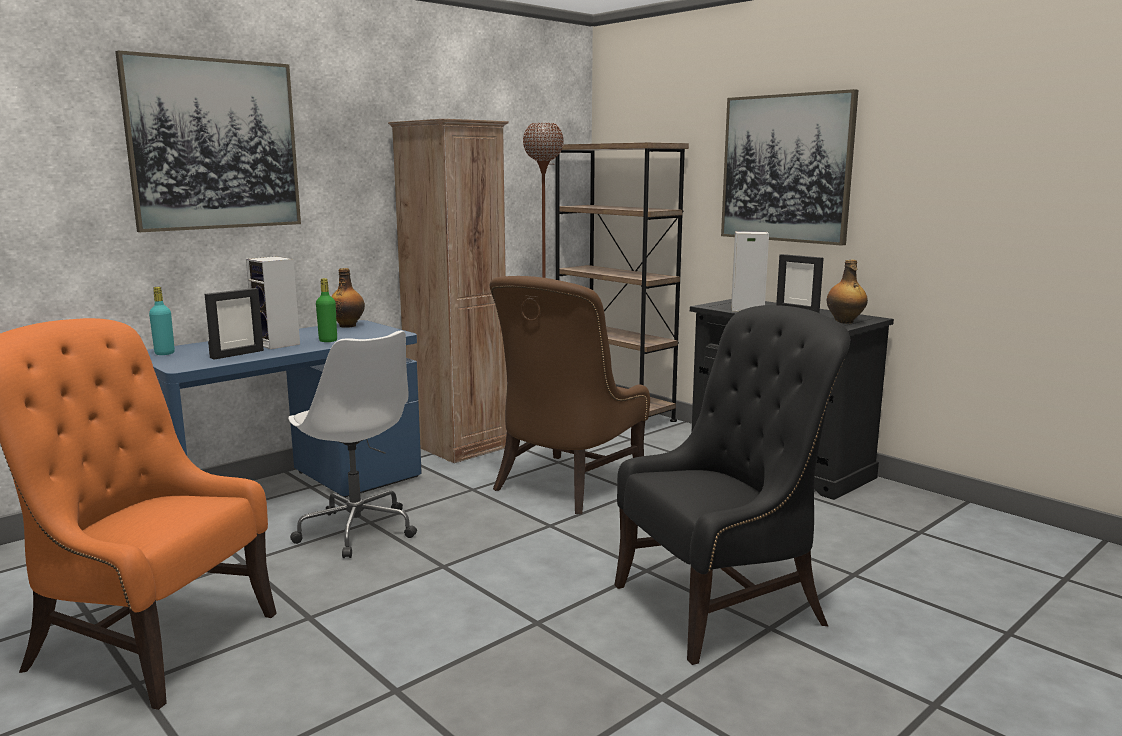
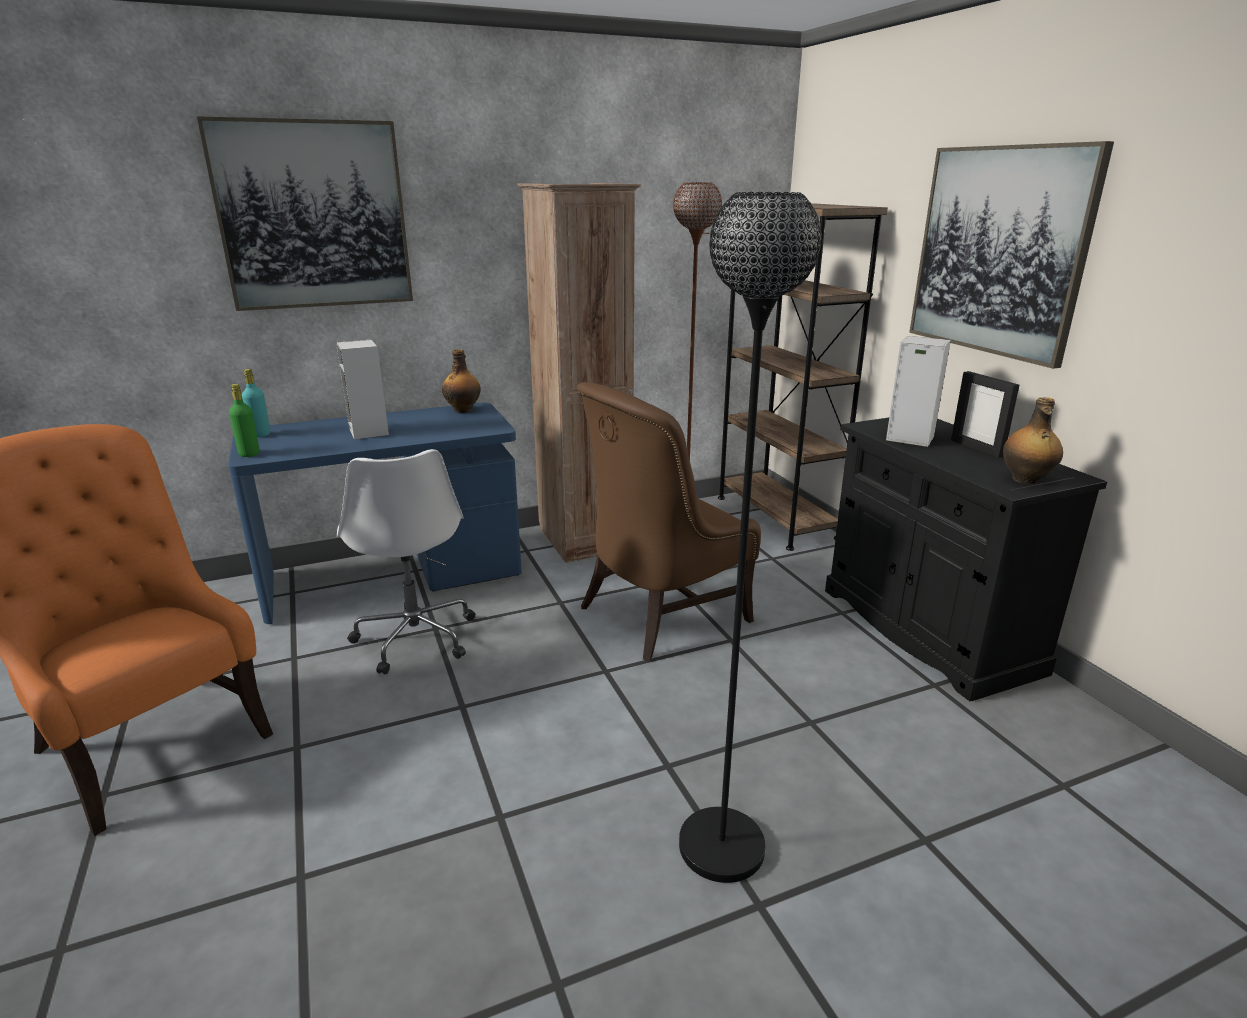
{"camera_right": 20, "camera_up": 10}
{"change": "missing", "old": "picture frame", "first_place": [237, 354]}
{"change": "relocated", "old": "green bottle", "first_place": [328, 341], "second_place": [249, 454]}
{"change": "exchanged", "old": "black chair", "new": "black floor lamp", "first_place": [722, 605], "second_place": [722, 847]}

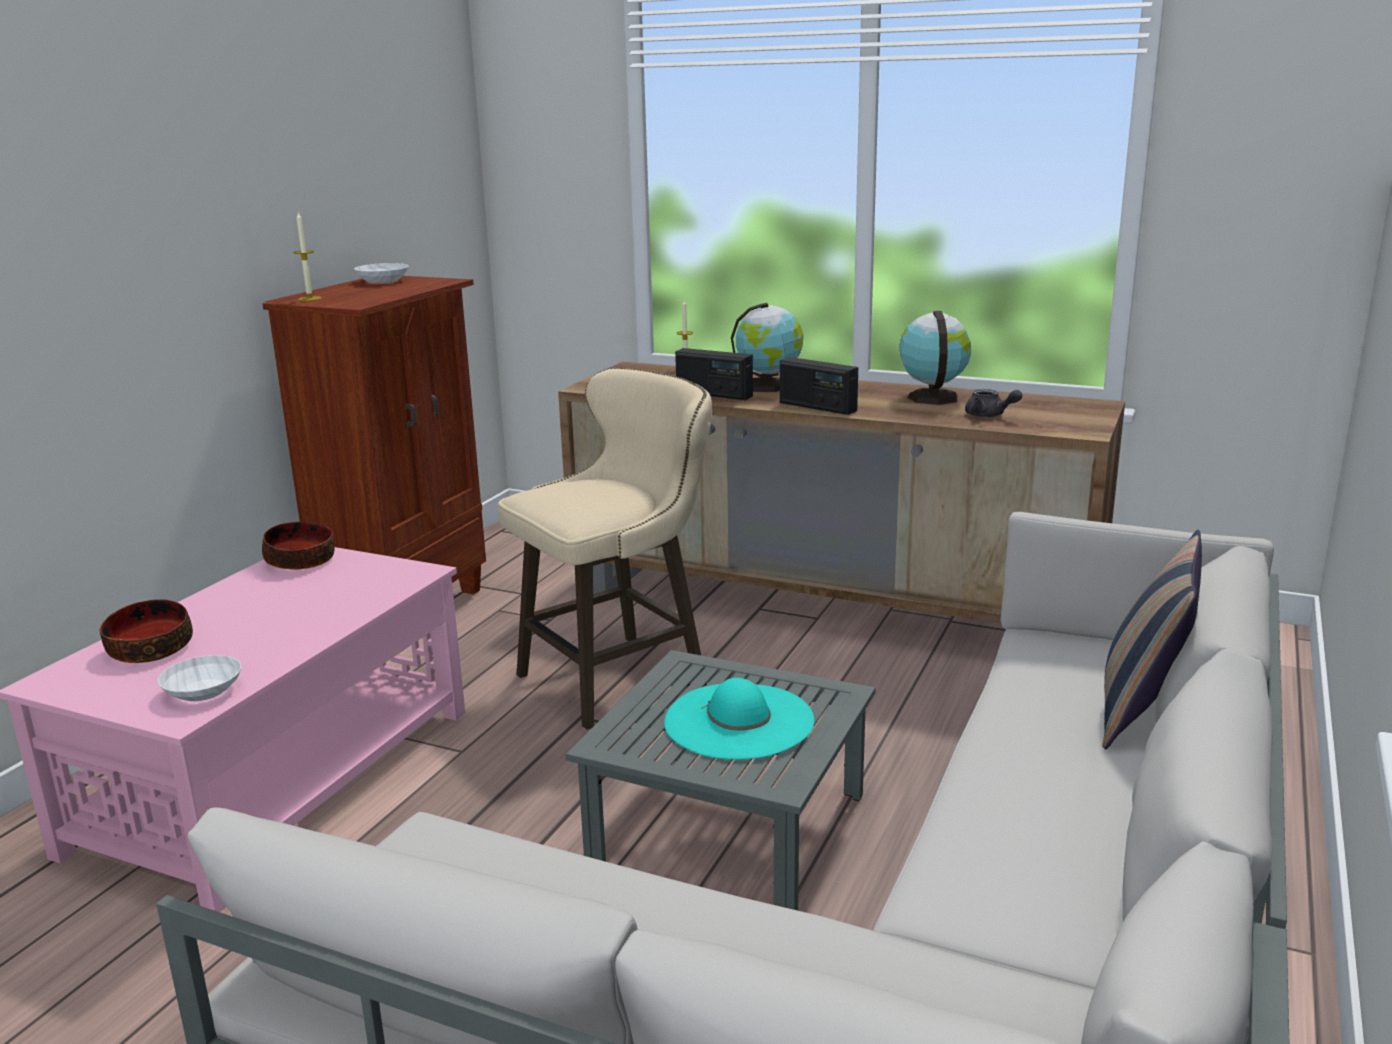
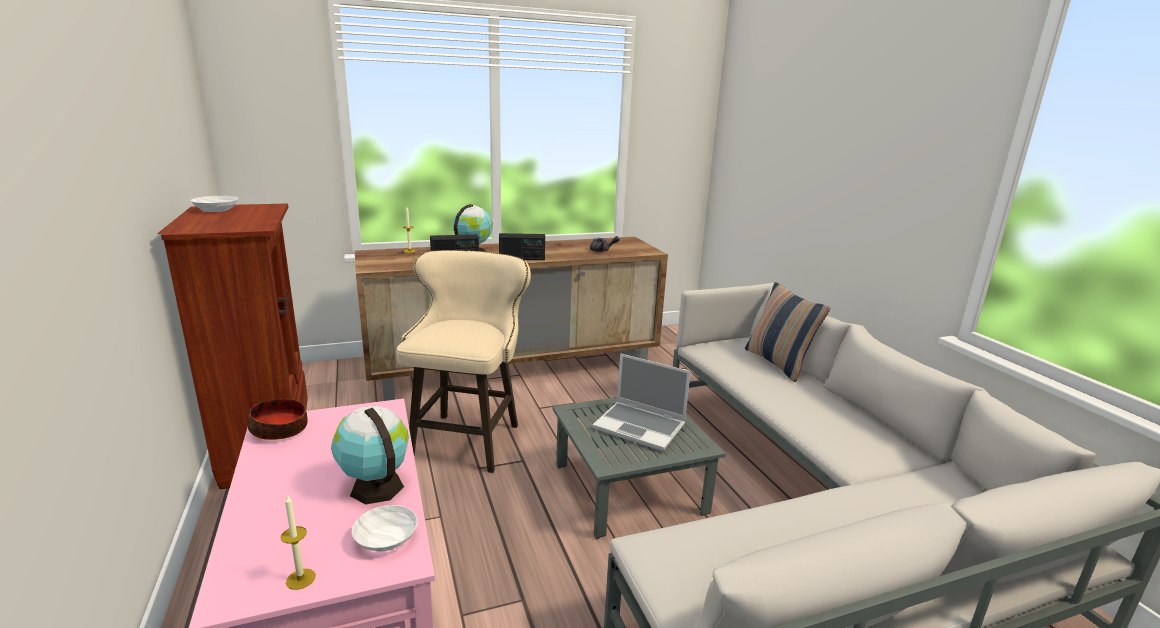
{"camera_right": -45, "camera_up": 0}
{"change": "missing", "old": "bowl", "first_place": [149, 648]}
{"change": "relocated", "old": "candle", "first_place": [309, 298], "second_place": [300, 579]}
{"change": "exchanged", "old": "turquoise hat", "new": "laptop", "first_place": [739, 721], "second_place": [641, 427]}
{"change": "relocated", "old": "globe", "first_place": [932, 397], "second_place": [375, 486]}

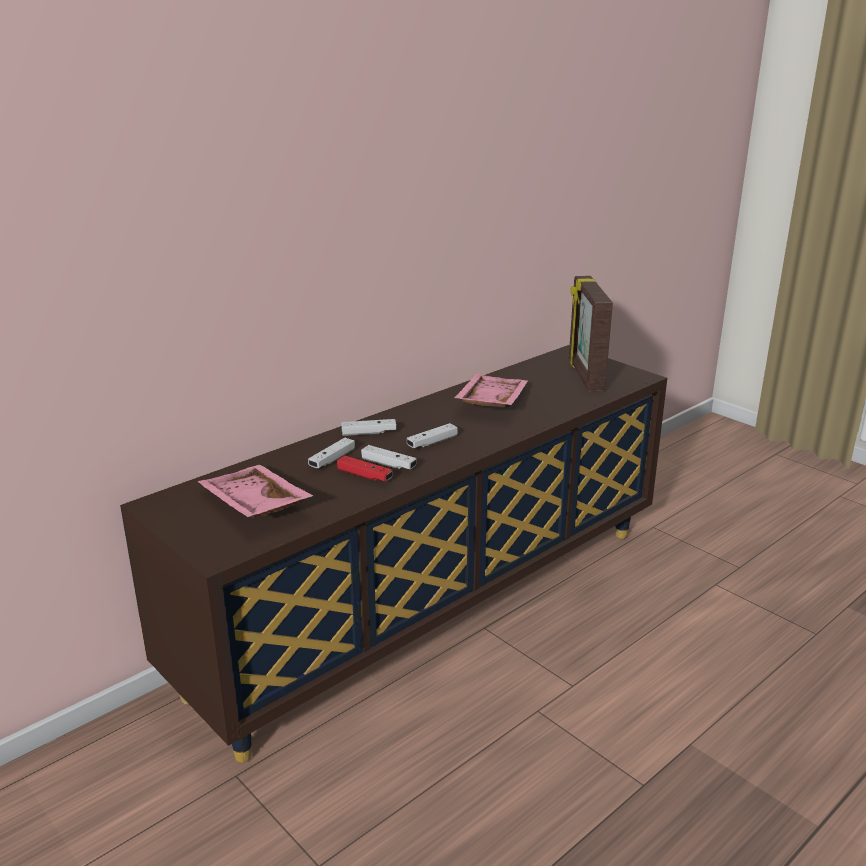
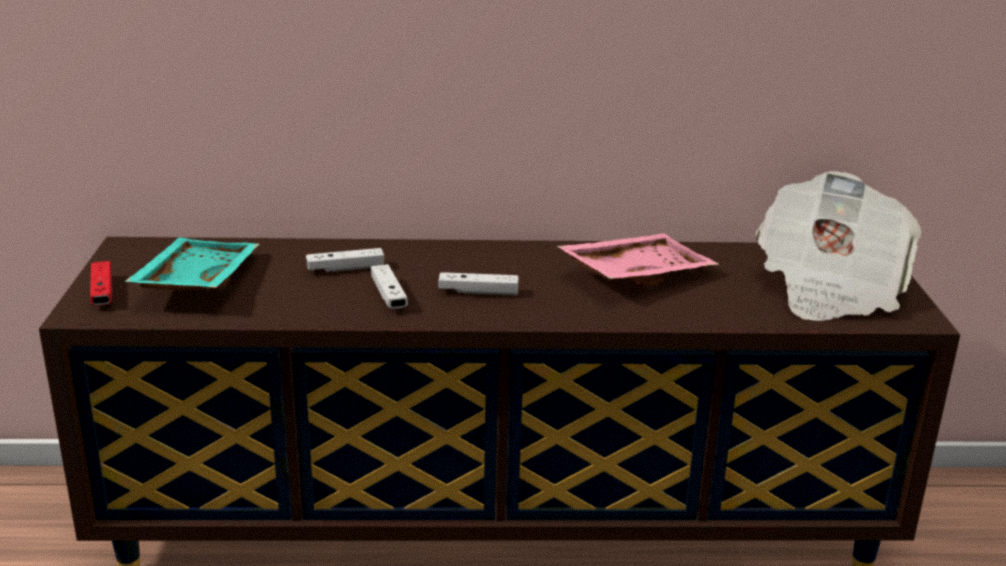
{"camera_right": 40, "camera_up": 0}
{"change": "colour", "old": "pink tray", "new": "turquoise tray", "first_place": [253, 505], "second_place": [195, 282]}
{"change": "relocated", "old": "red game controller", "first_place": [364, 476], "second_place": [102, 293]}
{"change": "missing", "old": "white game controller", "first_place": [369, 433]}
{"change": "exchanged", "old": "picture frame", "new": "newspaper", "first_place": [584, 375], "second_place": [829, 287]}

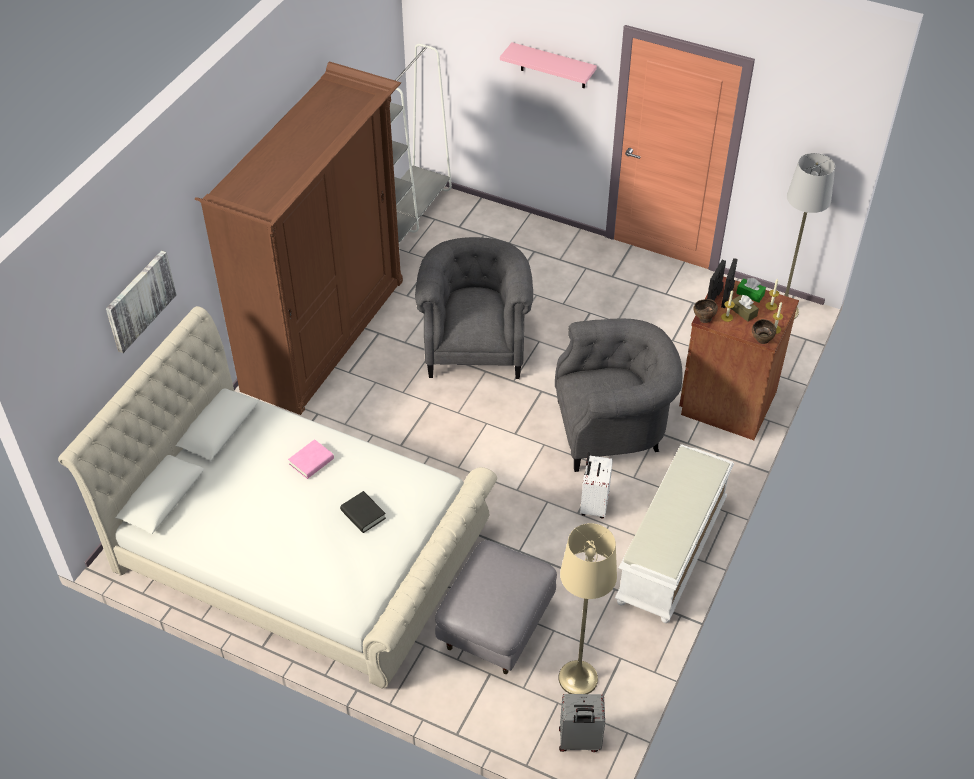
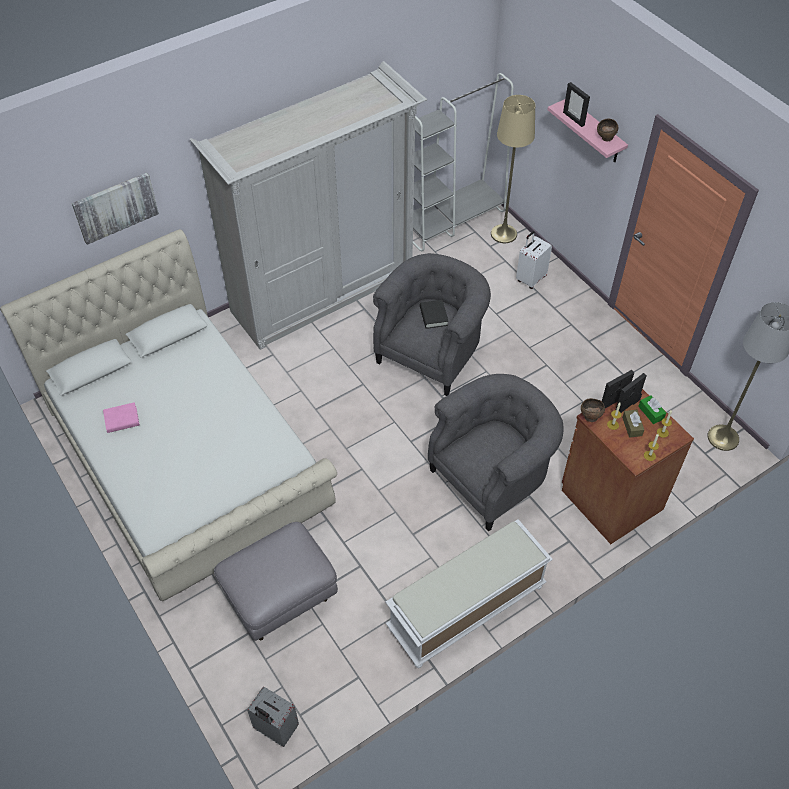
{"camera_right": 30, "camera_up": 5}
{"change": "colour", "old": "brown wardrobe", "new": "white wardrobe", "first_place": [327, 334], "second_place": [325, 293]}
{"change": "relocated", "old": "pink book", "first_place": [311, 462], "second_place": [122, 420]}
{"change": "relocated", "old": "black book", "first_place": [363, 514], "second_place": [433, 316]}
{"change": "spun", "old": "grey armchair", "first_place": [612, 430], "second_place": [493, 476], "degrees": -60}
{"change": "relocated", "old": "beige floor lamp", "first_place": [578, 678], "second_place": [503, 234]}
{"change": "relocated", "old": "white suitcase", "first_place": [593, 505], "second_place": [530, 279]}
{"change": "relocated", "old": "brown bowl", "first_place": [762, 341], "second_place": [605, 139]}
{"change": "appeared", "new": "picture frame", "second_place": [574, 118]}

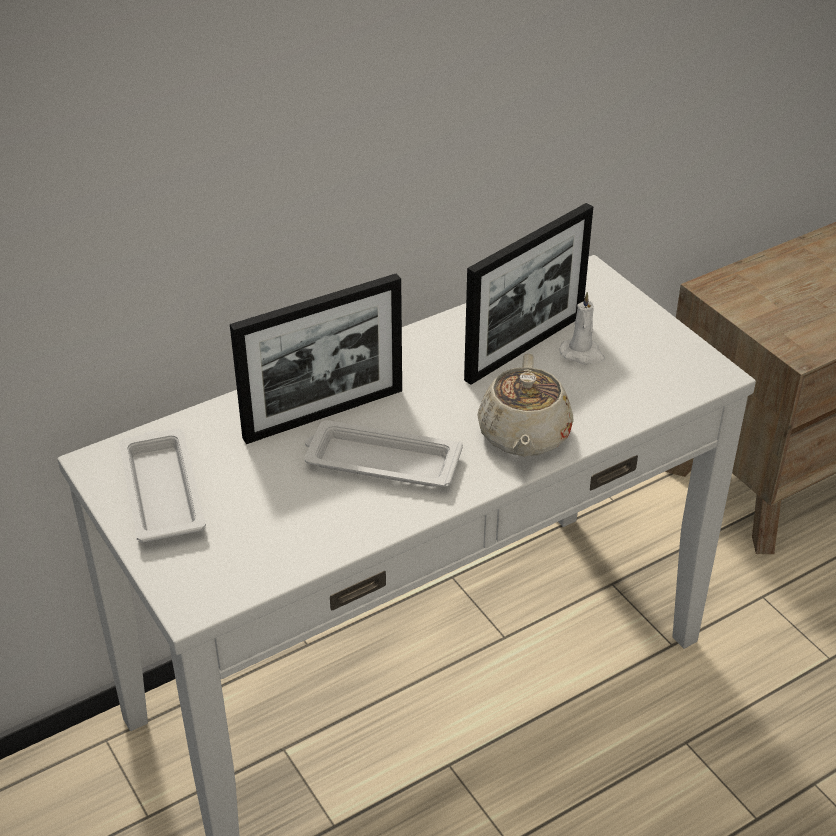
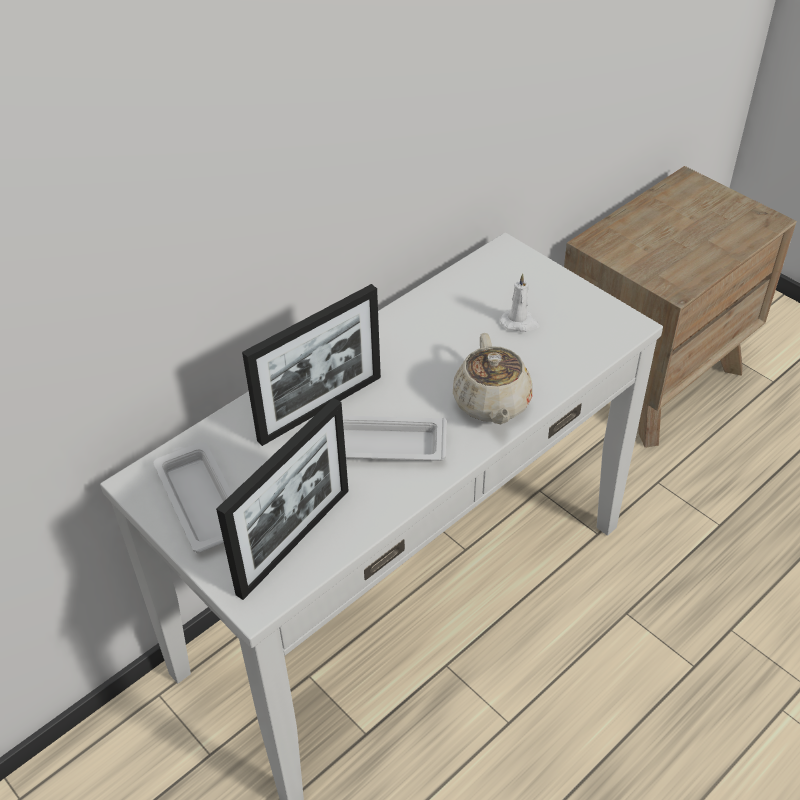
{"camera_right": -10, "camera_up": 5}
{"change": "relocated", "old": "picture frame", "first_place": [525, 347], "second_place": [294, 541]}

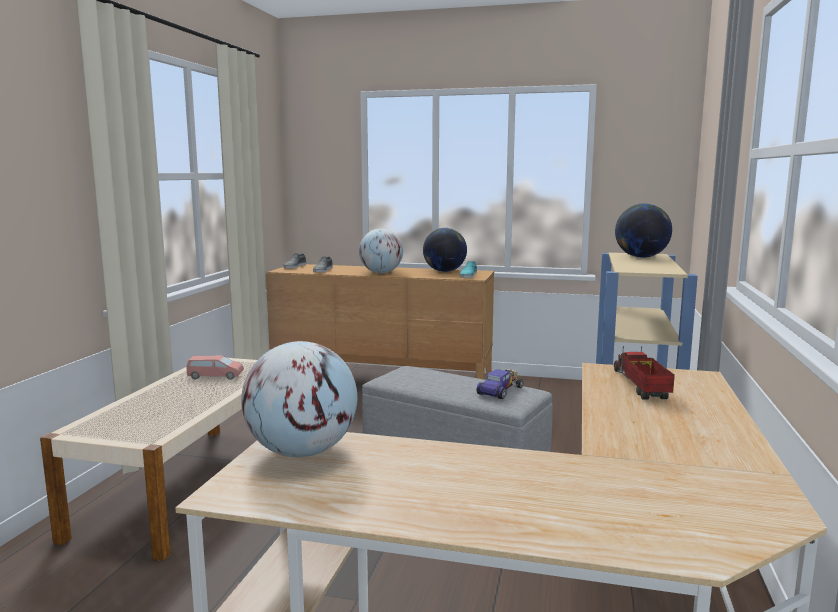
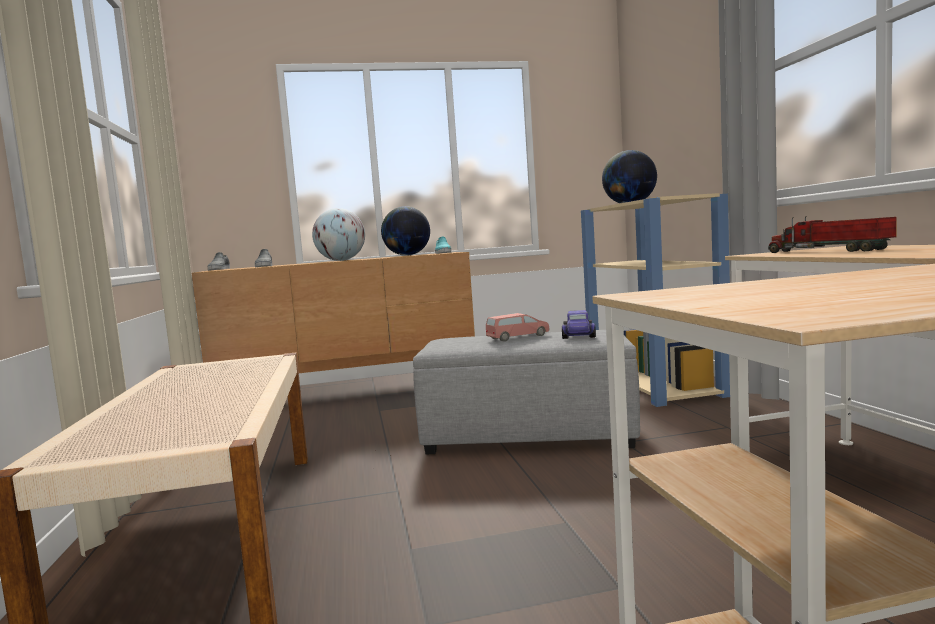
{"camera_right": -25, "camera_up": -5}
{"change": "relocated", "old": "pink toy car", "first_place": [215, 376], "second_place": [517, 337]}
{"change": "missing", "old": "globe", "first_place": [302, 452]}

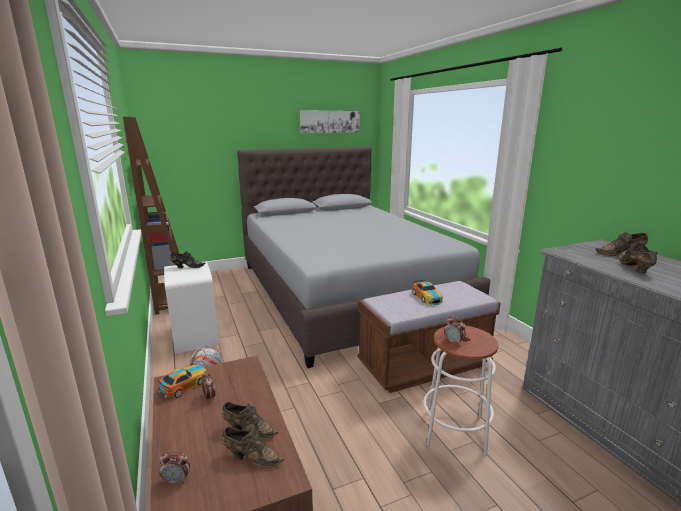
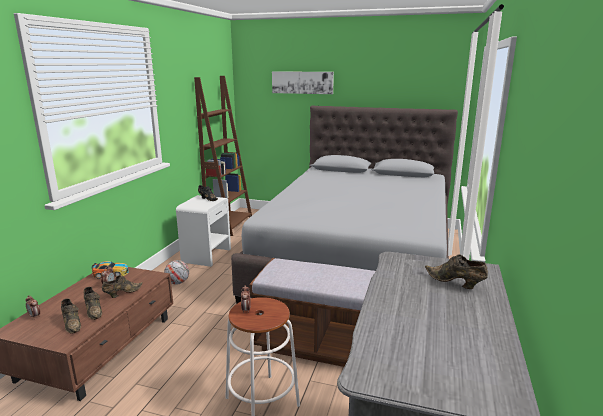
{"camera_right": 40, "camera_up": 0}
{"change": "relocated", "old": "picture", "first_place": [330, 121], "second_place": [302, 82]}
{"change": "missing", "old": "toy car", "first_place": [427, 297]}
{"change": "relocated", "old": "brown shoe", "first_place": [634, 268], "second_place": [122, 293]}

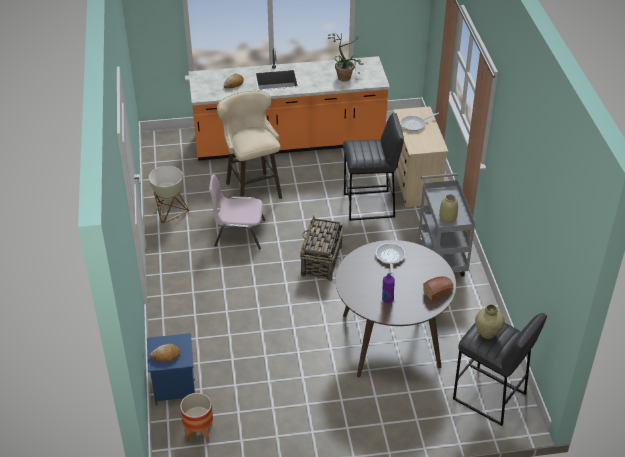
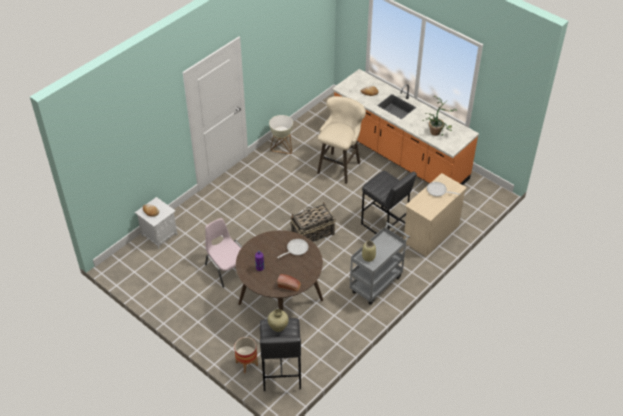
{"camera_right": 50, "camera_up": 5}
{"change": "colour", "old": "blue nightstand", "new": "grey nightstand", "first_place": [173, 387], "second_place": [159, 234]}
{"change": "relocated", "old": "planter", "first_place": [199, 432], "second_place": [247, 364]}
{"change": "relocated", "old": "pink chair", "first_place": [239, 233], "second_place": [227, 267]}

